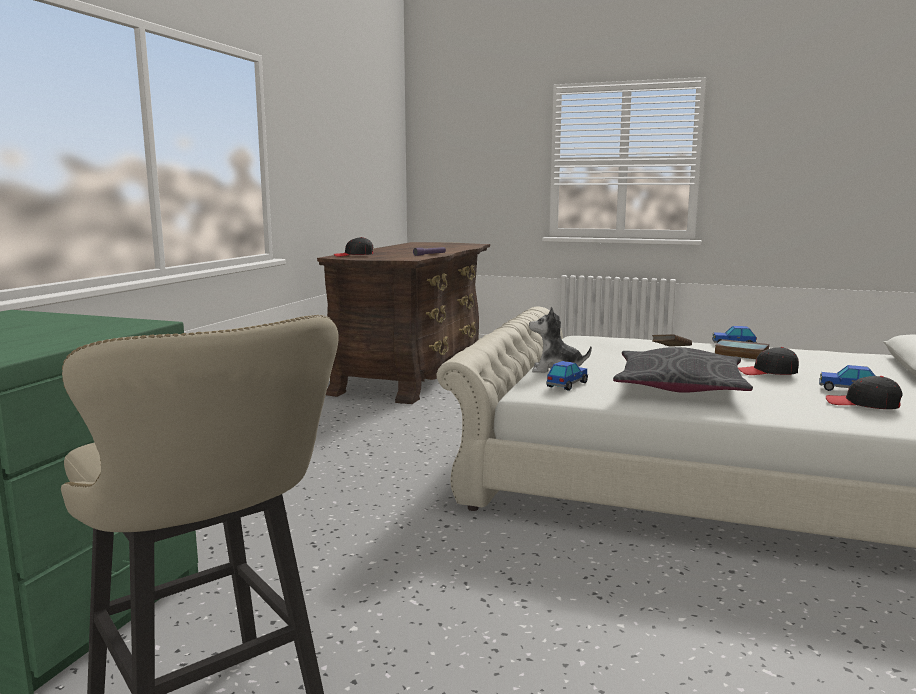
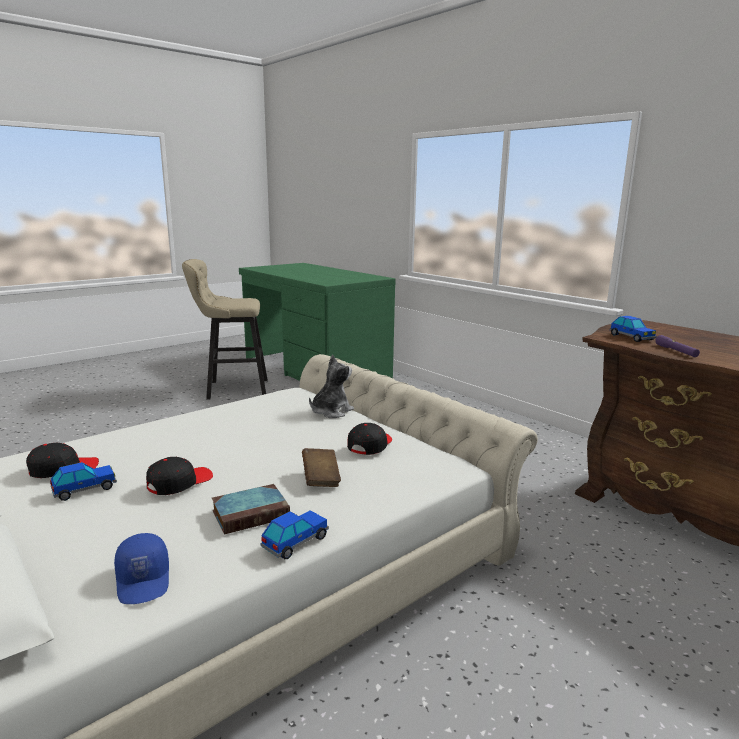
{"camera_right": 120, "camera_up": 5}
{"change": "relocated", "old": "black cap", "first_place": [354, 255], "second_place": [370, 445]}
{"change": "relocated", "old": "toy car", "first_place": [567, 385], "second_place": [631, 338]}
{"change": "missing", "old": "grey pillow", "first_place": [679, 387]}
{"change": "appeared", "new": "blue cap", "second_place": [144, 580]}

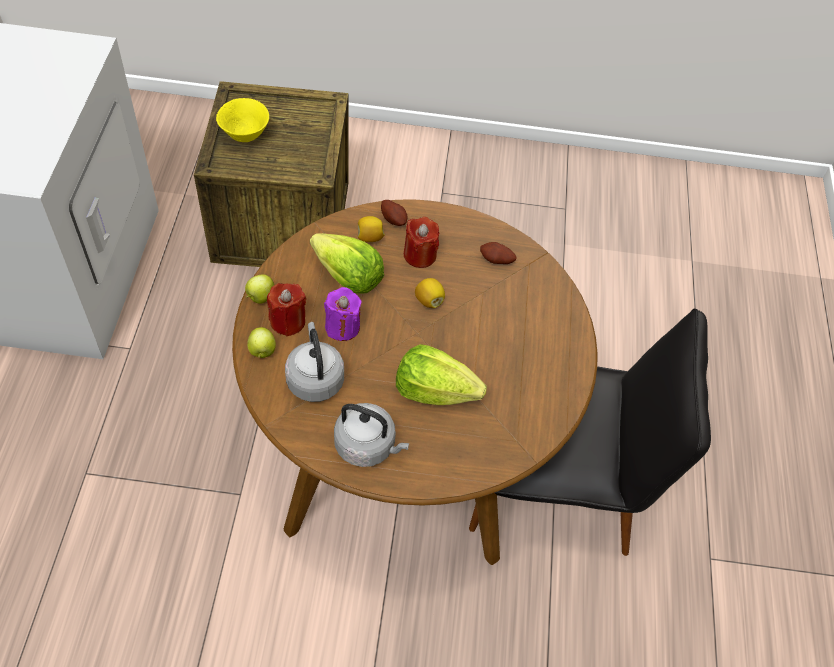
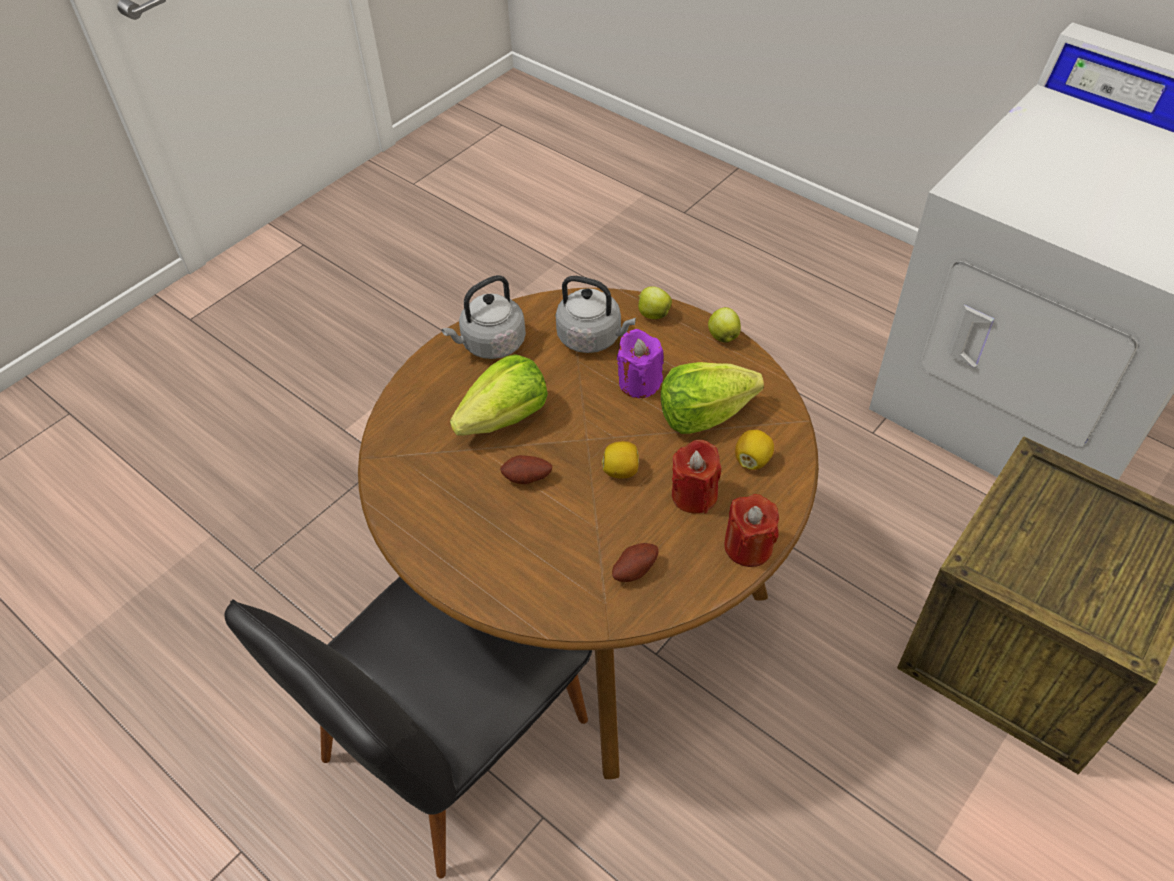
{"camera_right": 130, "camera_up": -5}
{"change": "missing", "old": "yellow bowl", "first_place": [245, 136]}
{"change": "relocated", "old": "red candle", "first_place": [288, 321], "second_place": [748, 547]}
{"change": "relocated", "old": "potato", "first_place": [394, 219], "second_place": [527, 479]}

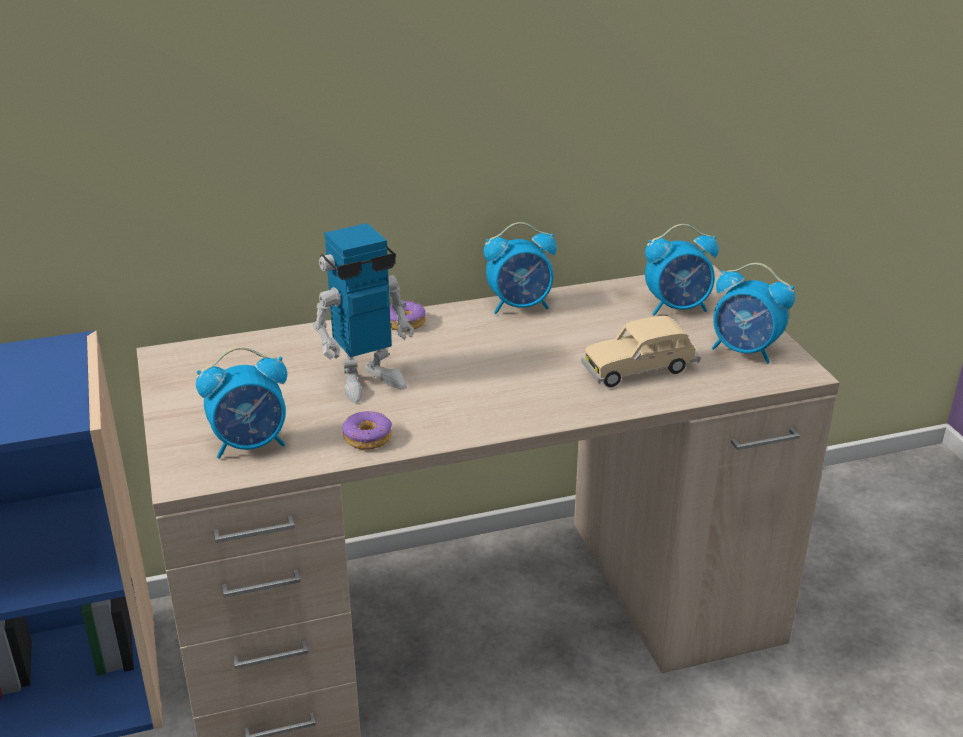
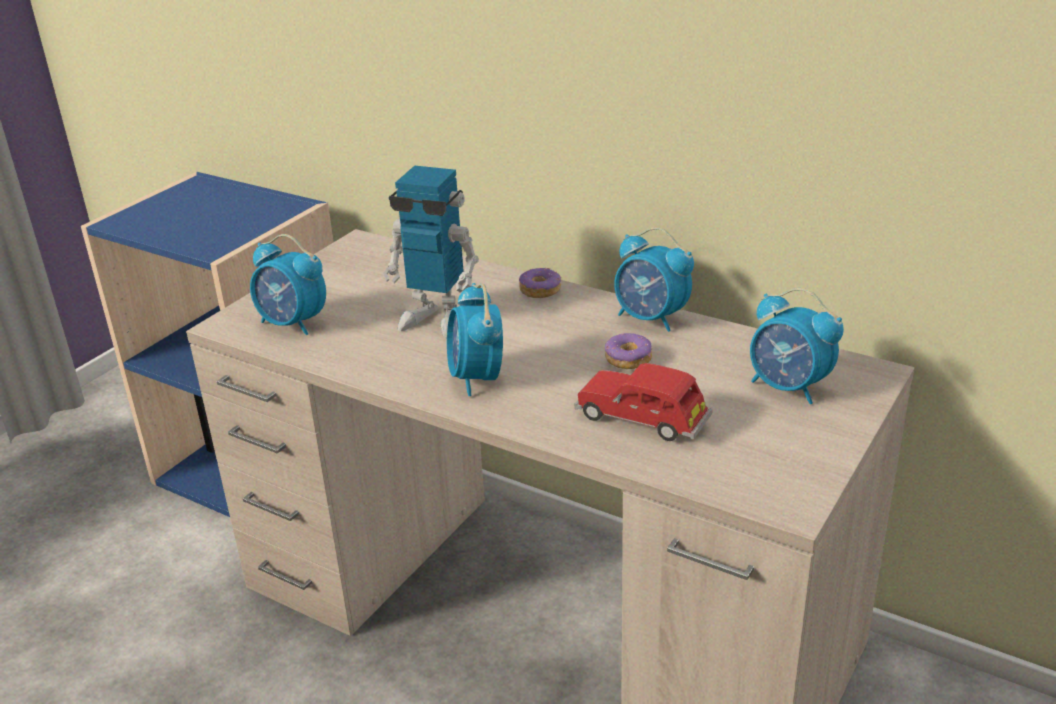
{"camera_right": 50, "camera_up": 0}
{"change": "relocated", "old": "donut", "first_place": [368, 438], "second_place": [628, 359]}
{"change": "colour", "old": "beige toy car", "new": "red toy car", "first_place": [640, 370], "second_place": [642, 420]}
{"change": "relocated", "old": "alarm clock", "first_place": [745, 351], "second_place": [476, 378]}

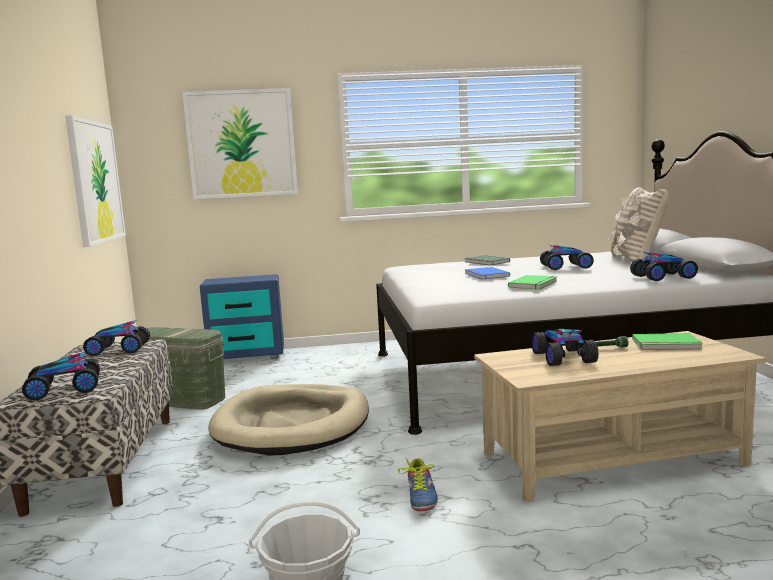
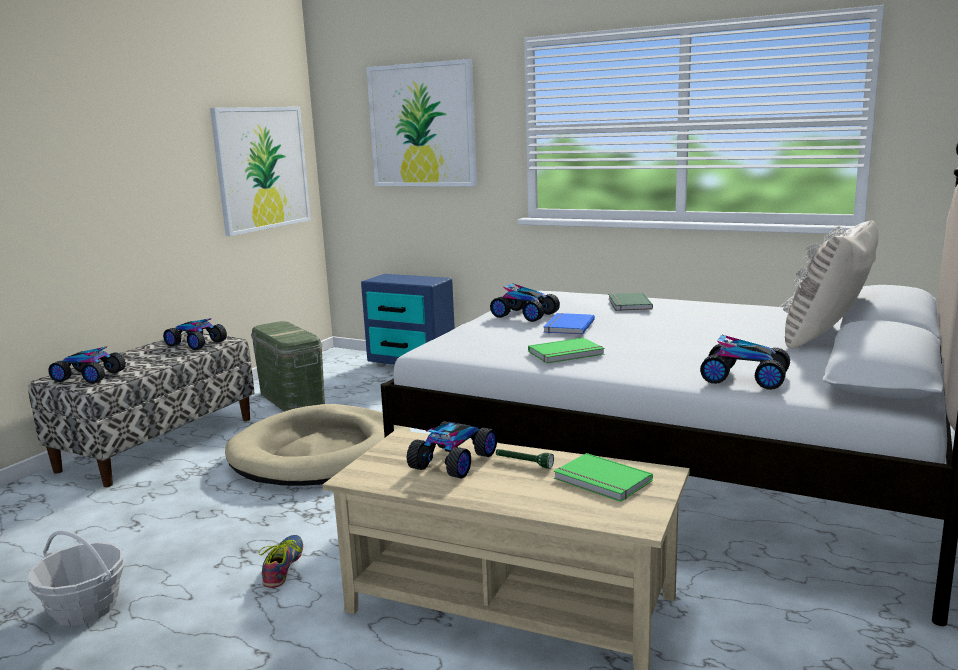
{"camera_right": 35, "camera_up": 5}
{"change": "spun", "old": "shoe", "first_place": [421, 495], "second_place": [283, 566], "degrees": 150}
{"change": "relocated", "old": "toy car", "first_place": [566, 267], "second_place": [524, 315]}

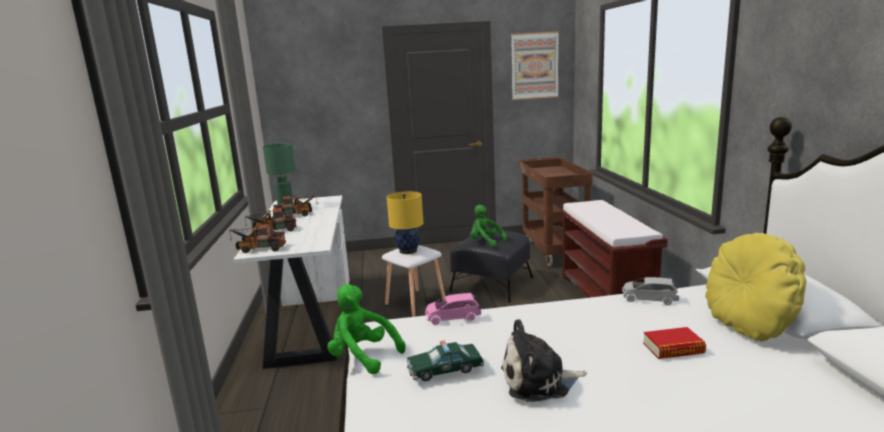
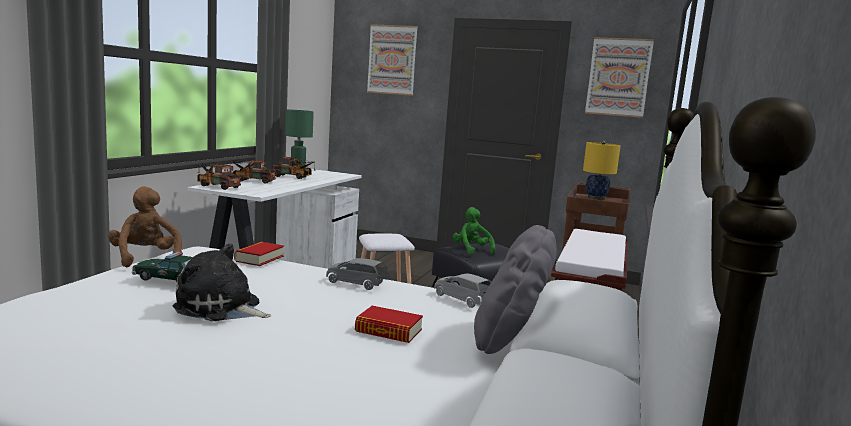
{"camera_right": 25, "camera_up": -5}
{"change": "colour", "old": "green plush toy", "new": "brown plush toy", "first_place": [362, 357], "second_place": [145, 259]}
{"change": "relocated", "old": "yellow table lamp", "first_place": [408, 251], "second_place": [596, 198]}
{"change": "exchanged", "old": "pink toy car", "new": "book", "first_place": [452, 317], "second_place": [259, 258]}
{"change": "colour", "old": "yellow pillow", "new": "grey pillow", "first_place": [748, 328], "second_place": [508, 345]}
{"change": "appeared", "new": "grey toy car", "second_place": [356, 283]}
{"change": "appeared", "new": "picture", "second_place": [392, 60]}

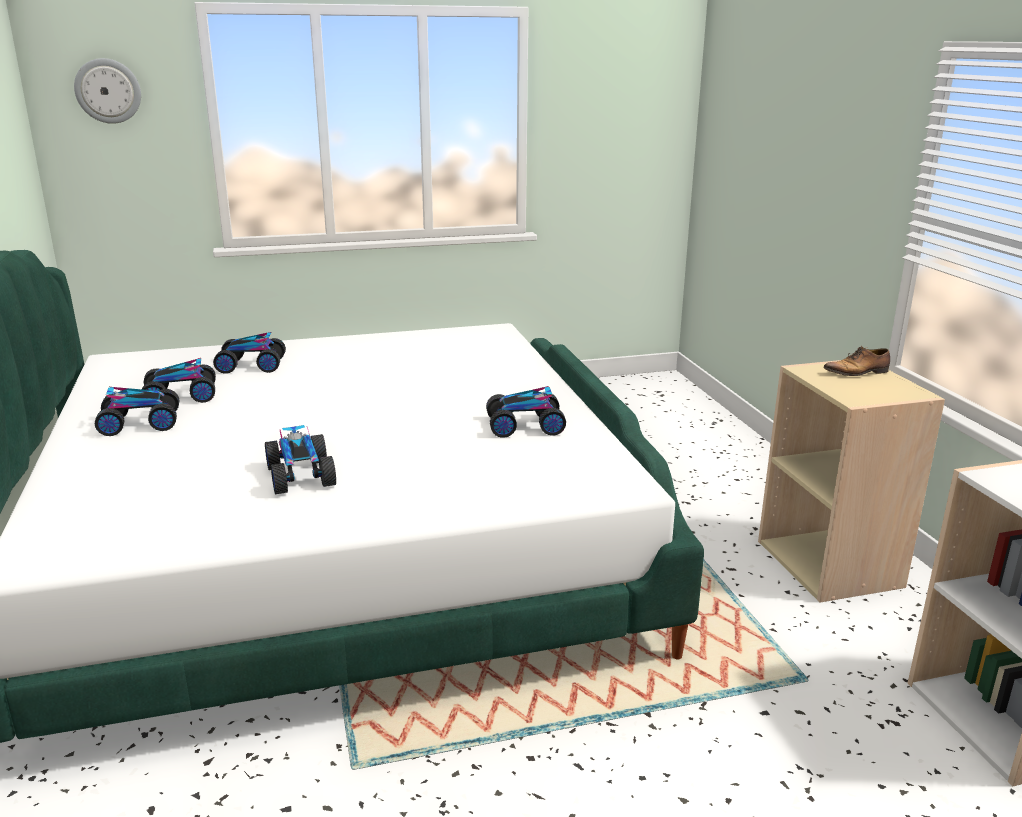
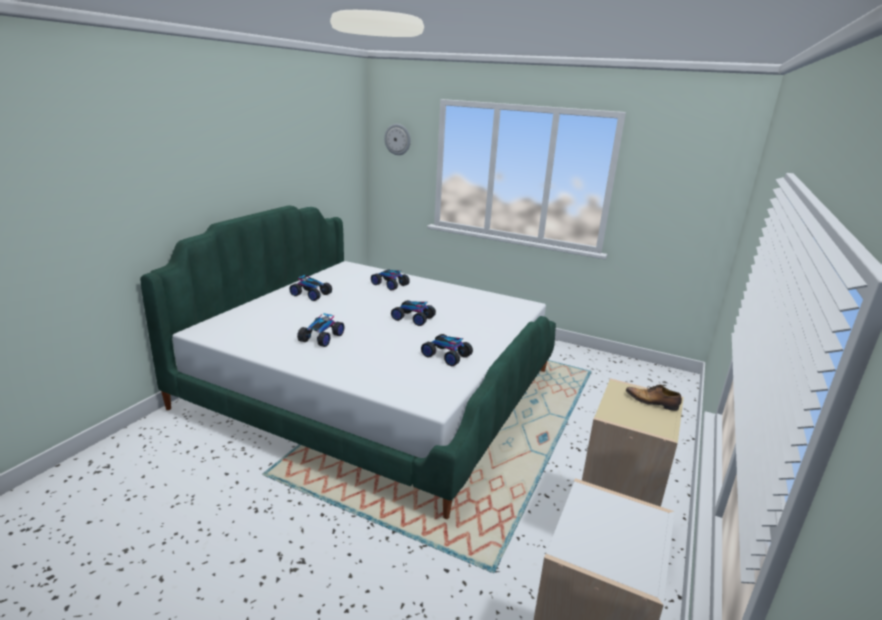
{"camera_right": 40, "camera_up": 0}
{"change": "relocated", "old": "toy car", "first_place": [180, 396], "second_place": [413, 318]}

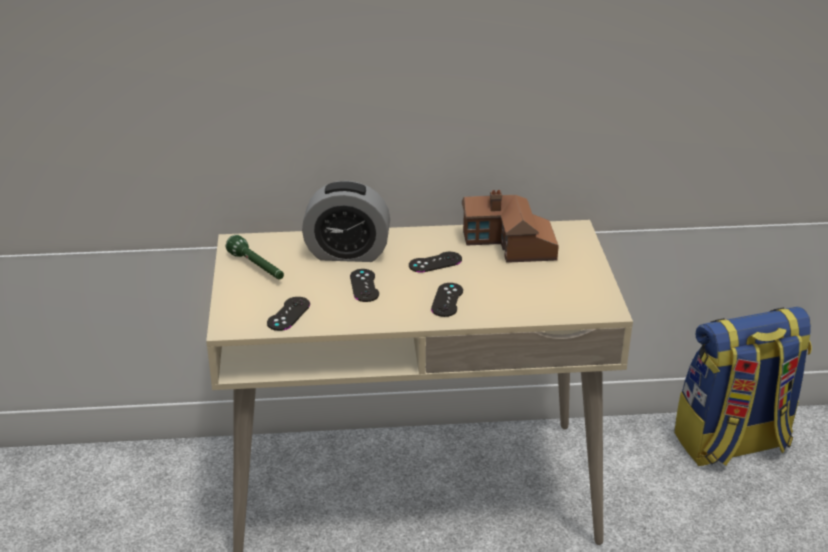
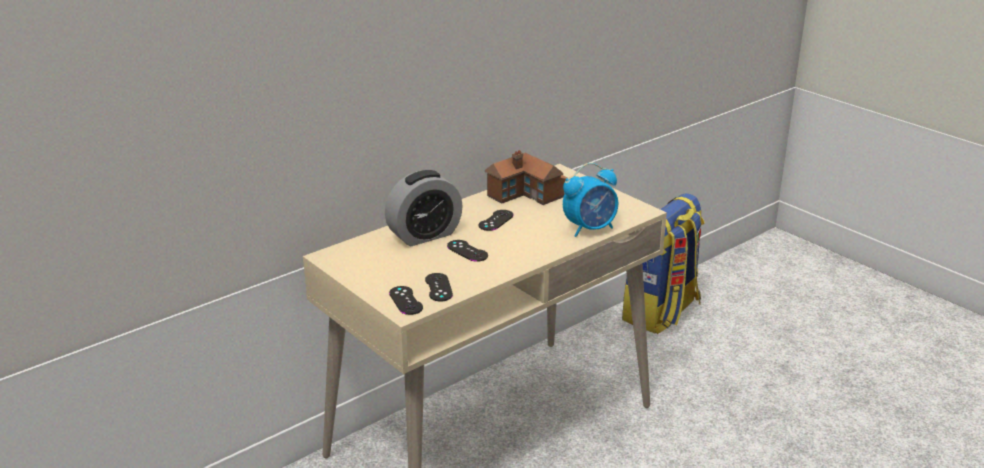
{"camera_right": -35, "camera_up": -5}
{"change": "missing", "old": "green flashlight", "first_place": [257, 268]}
{"change": "relocated", "old": "black game controller", "first_place": [447, 300], "second_place": [406, 300]}
{"change": "appeared", "new": "alarm clock", "second_place": [590, 229]}

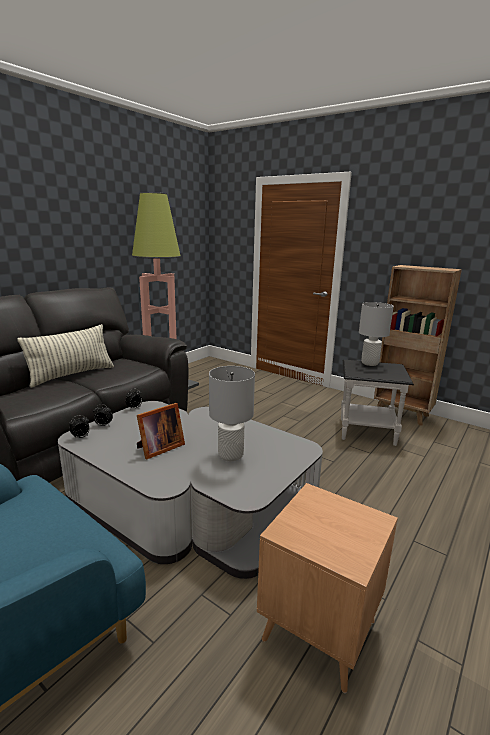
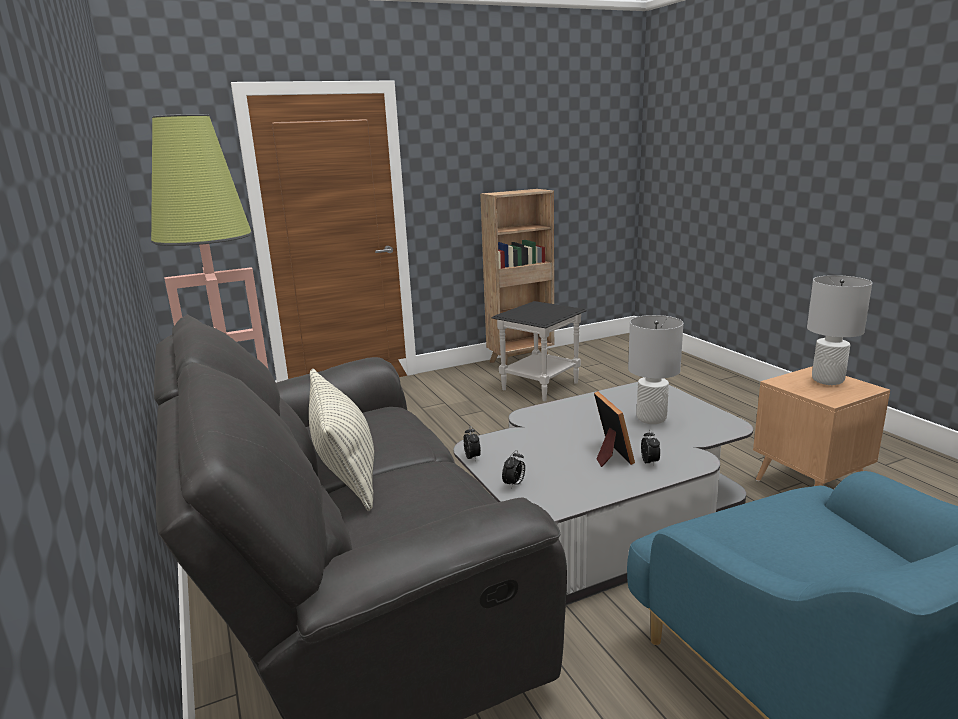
{"camera_right": -60, "camera_up": 0}
{"change": "relocated", "old": "alarm clock", "first_place": [80, 437], "second_place": [650, 462]}
{"change": "relocated", "old": "grey table lamp", "first_place": [370, 364], "second_place": [827, 382]}

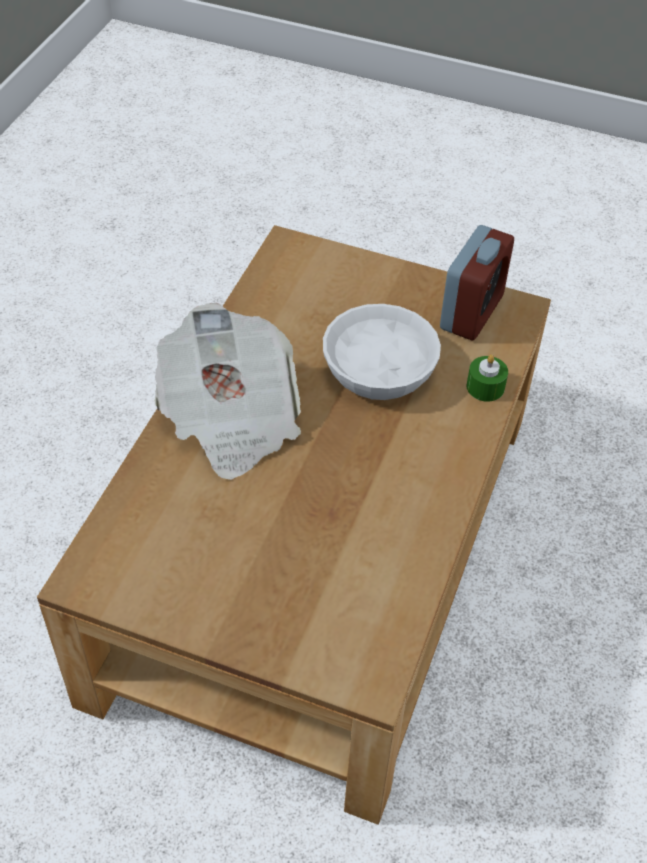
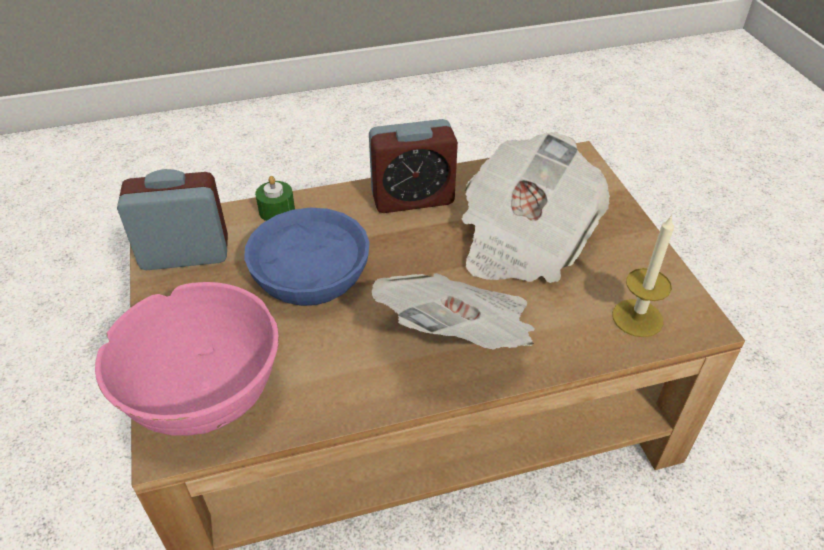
{"camera_right": -125, "camera_up": -5}
{"change": "colour", "old": "white bowl", "new": "blue bowl", "first_place": [377, 370], "second_place": [311, 276]}
{"change": "appeared", "new": "pink bowl", "second_place": [204, 393]}
{"change": "appeared", "new": "alarm clock", "second_place": [412, 198]}
{"change": "appeared", "new": "newspaper", "second_place": [523, 240]}
{"change": "appeared", "new": "candle", "second_place": [637, 318]}

